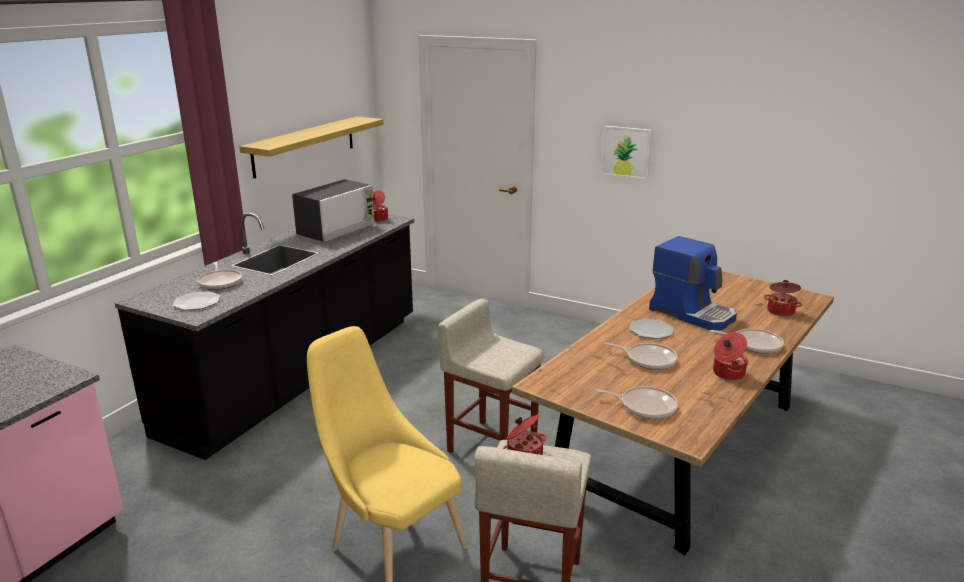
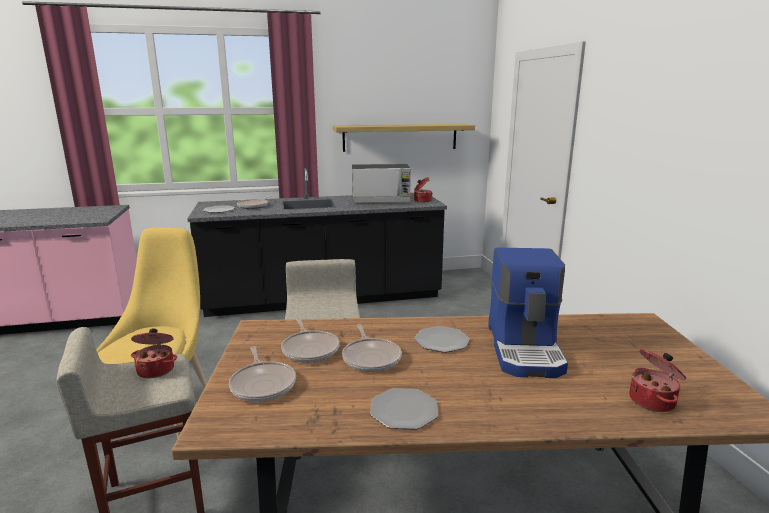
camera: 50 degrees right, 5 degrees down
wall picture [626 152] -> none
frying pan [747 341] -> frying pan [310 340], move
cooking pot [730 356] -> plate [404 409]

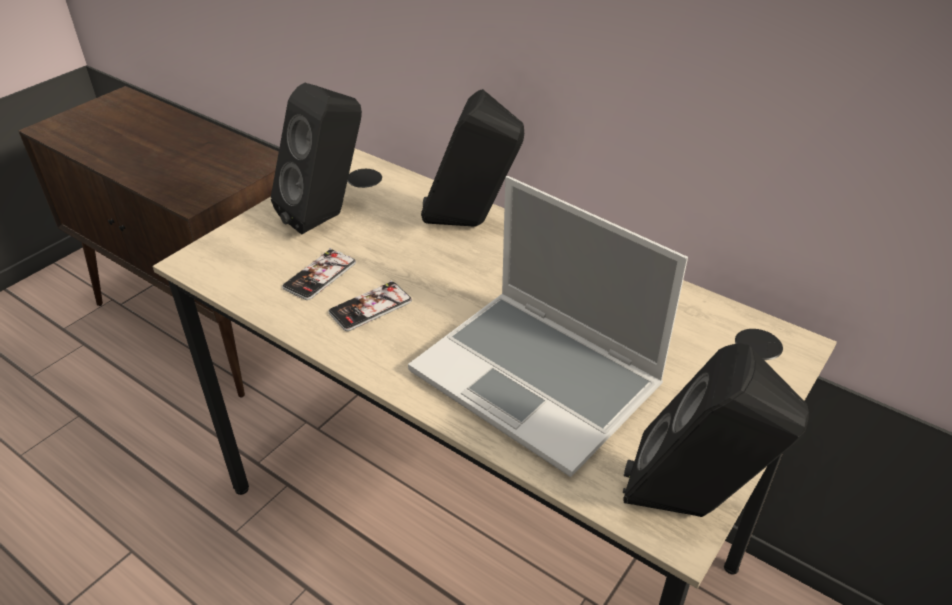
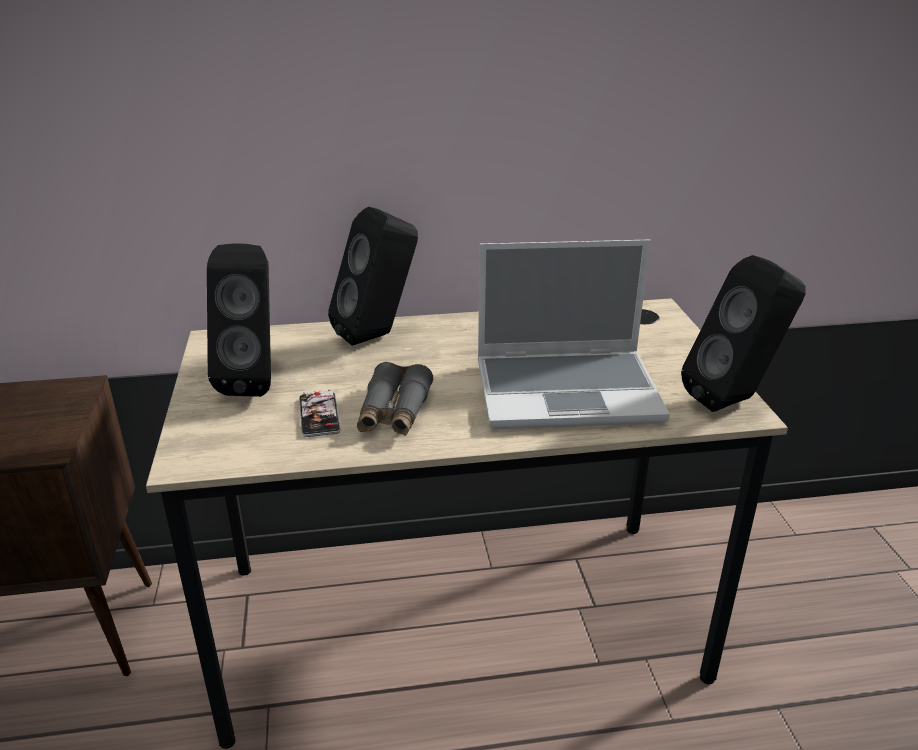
camera: 45 degrees left, 10 degrees down
handset [370 305] -> field glasses (greyish) [395 399]

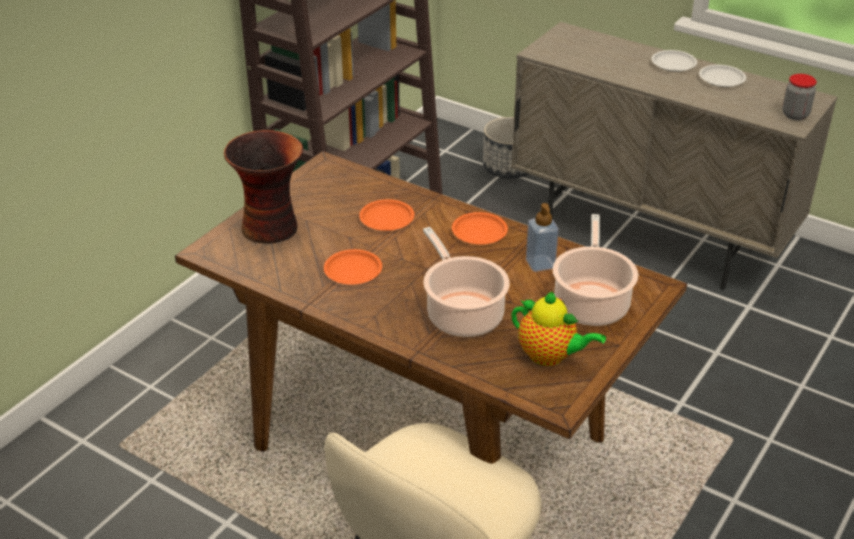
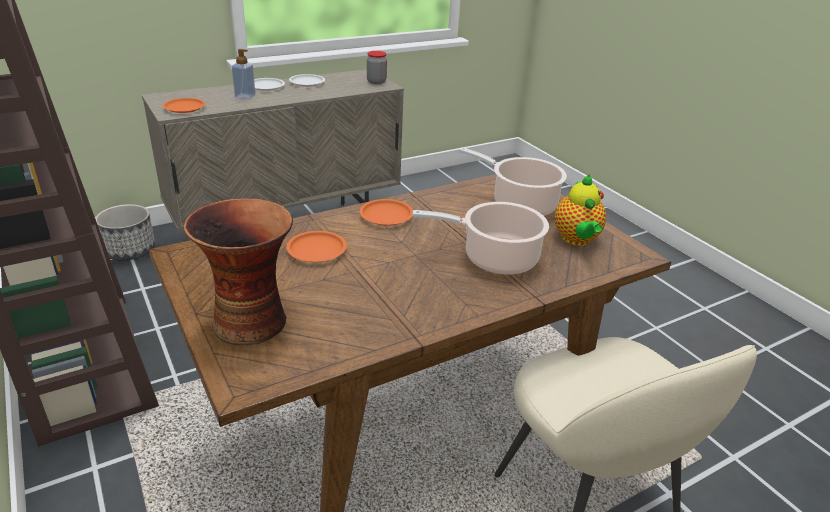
camera: 65 degrees left, 5 degrees down
plate (orangey) [353 267] -> plate (orangey) [184 105], move
soap dispenser [542 237] -> soap dispenser [243 74], move
pot for tea [558 329] -> pot for tea [580 210], 120 degrees clockwise

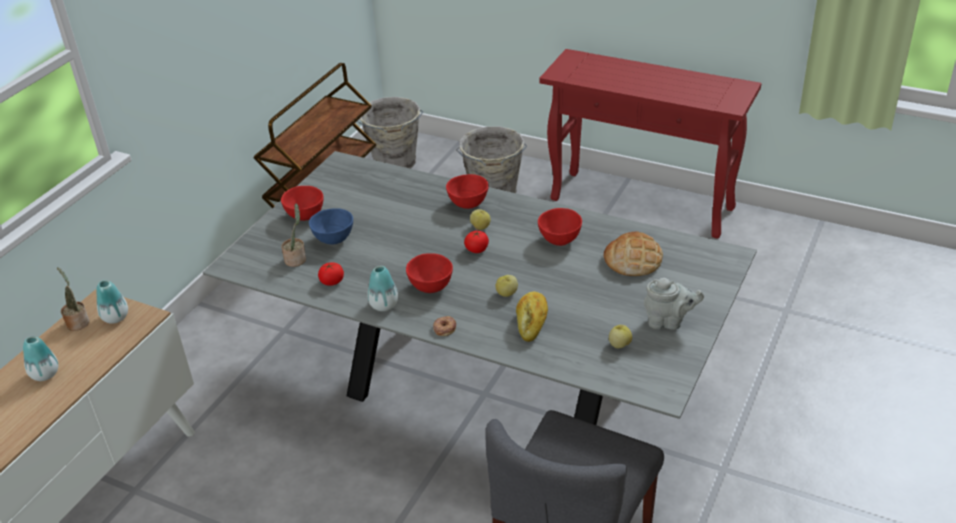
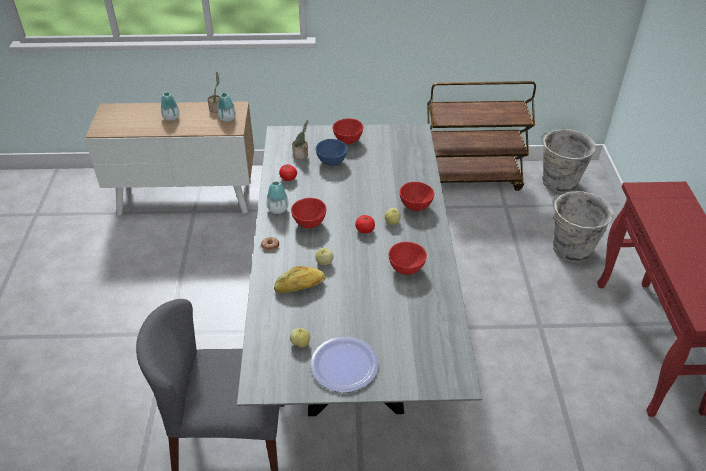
camera: 60 degrees right, 5 degrees up
bread [633 254] -> none
pot for tea (greyish) [674 304] -> plate [344 364]

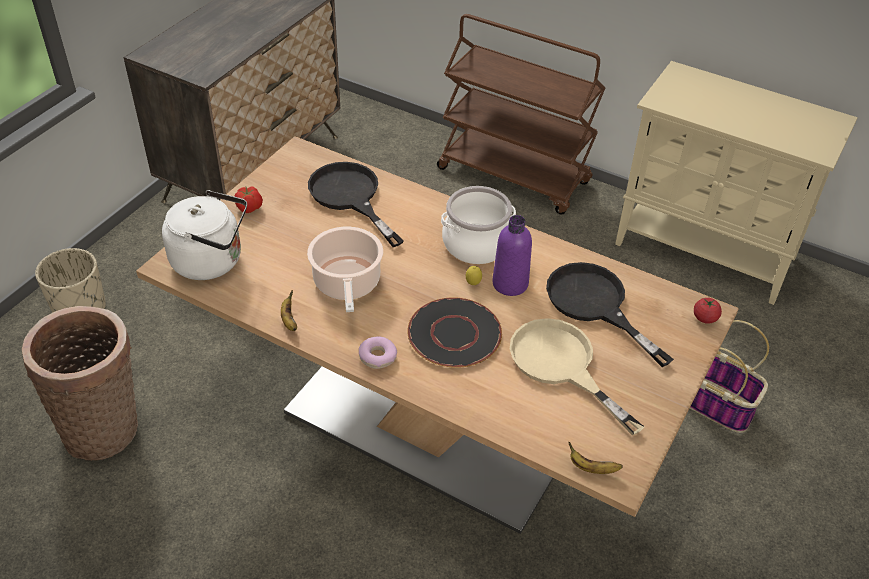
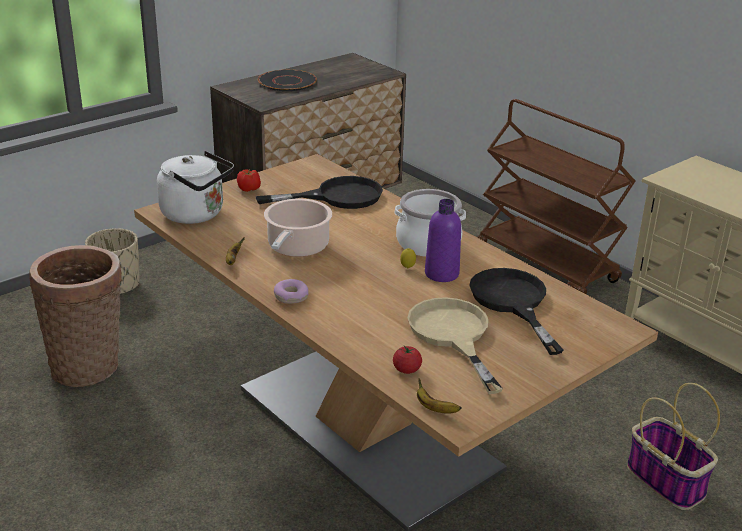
camera: 20 degrees right, 15 degrees down
plate (black) [454 332] -> plate (black) [287 80], move
fresh tomato [708 311] -> fresh tomato [407 360], move
frying pan (black) [356 204] -> frying pan (black) [319 192], 90 degrees clockwise

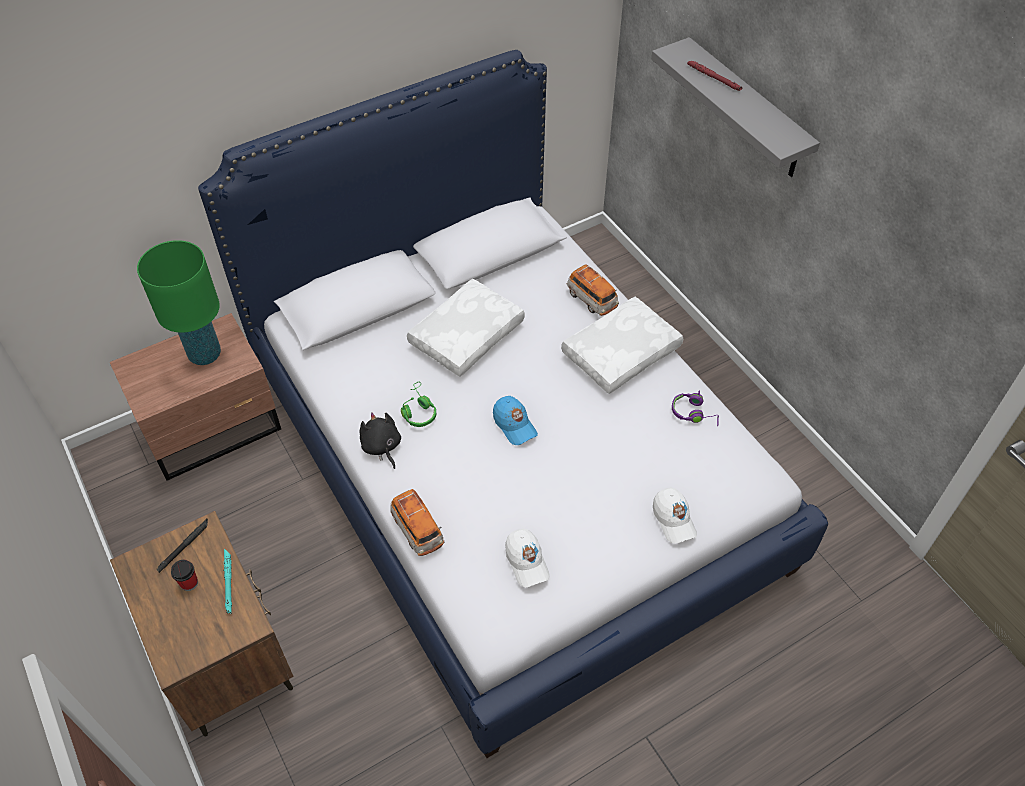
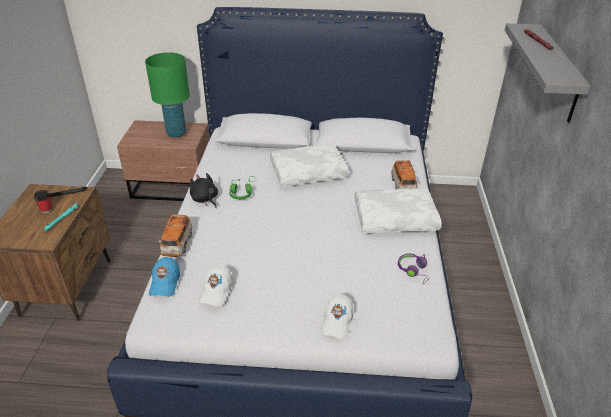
camera: 35 degrees right, 15 degrees down
baseball cap (blue) [515 420] -> baseball cap (blue) [164 277], move
plush toy (black) [380 440] -> plush toy (black) [204 190], 45 degrees counterclockwise

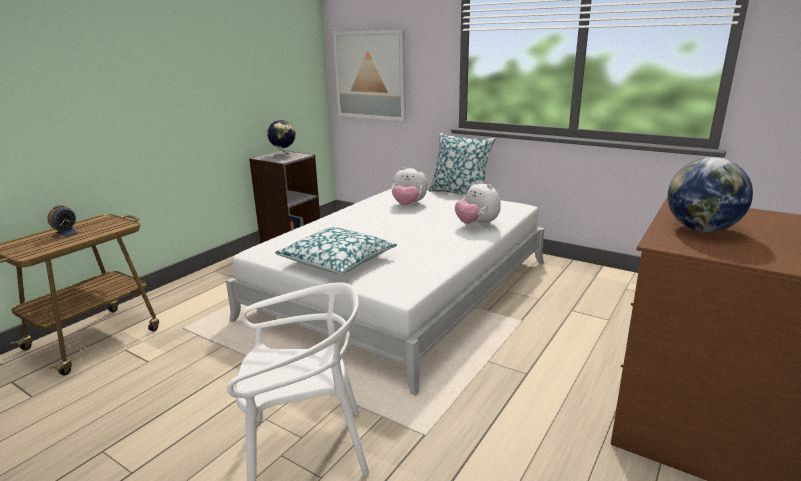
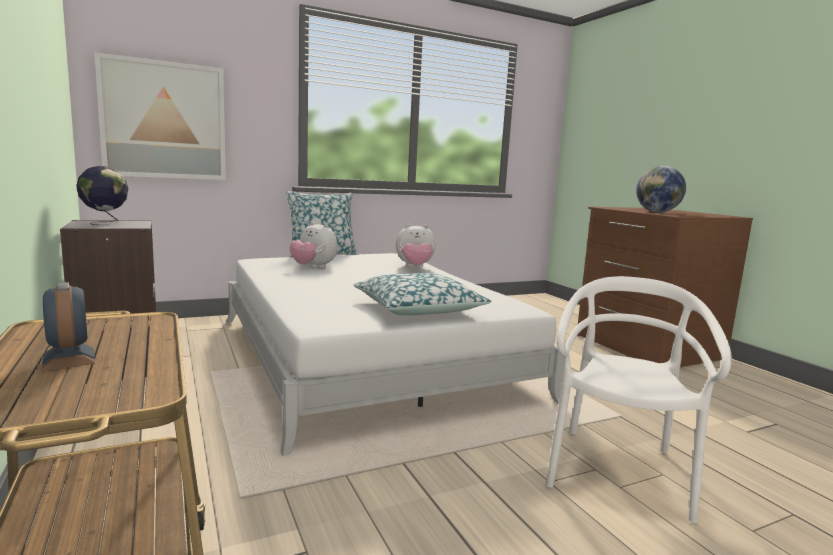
camera: 60 degrees left, 10 degrees down
plush toy [410 186] -> plush toy [314 245], 75 degrees clockwise

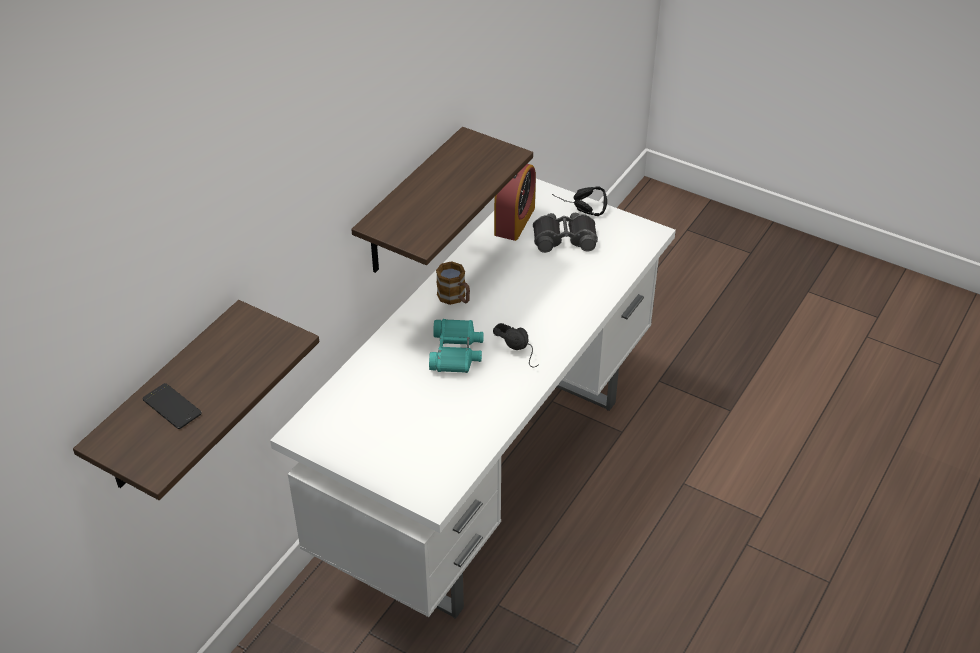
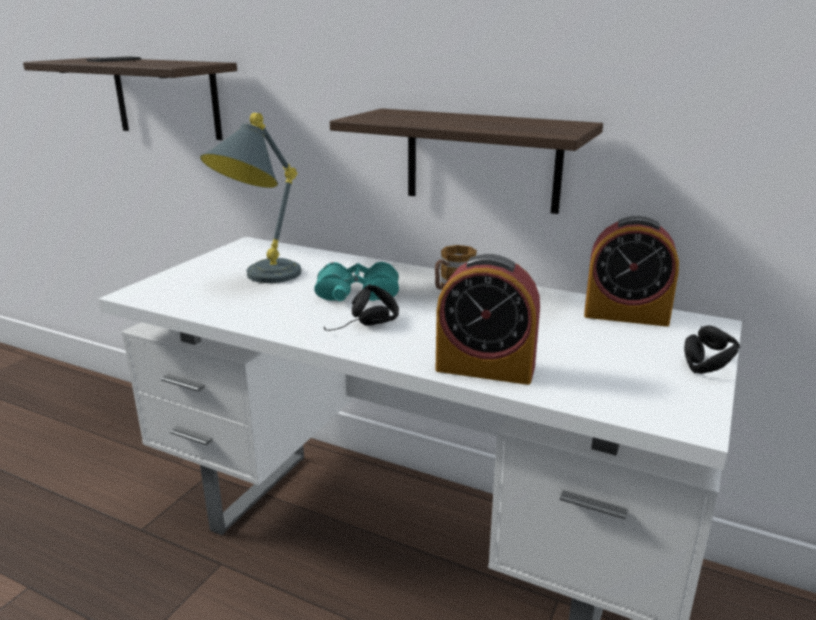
camera: 85 degrees right, 20 degrees down
field glasses (black) [565 233] -> none
none -> lamp for a table (greyish) [250 198]
none -> alarm clock [487 319]

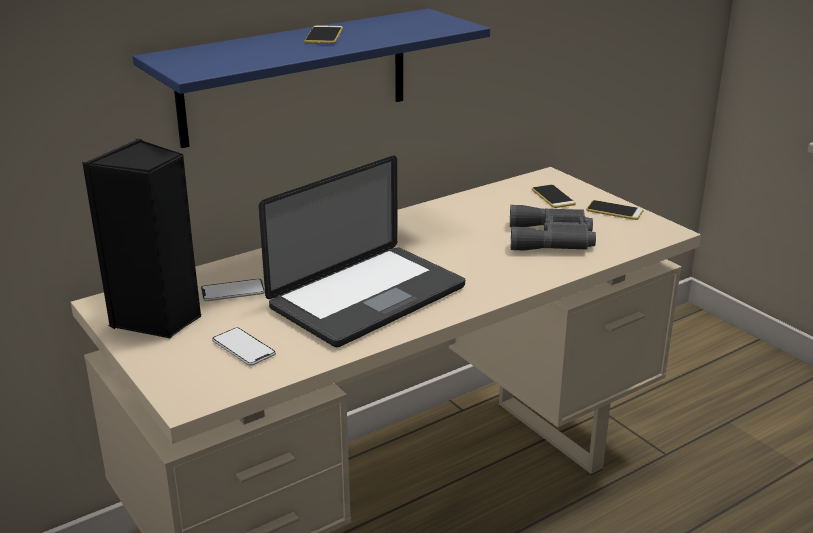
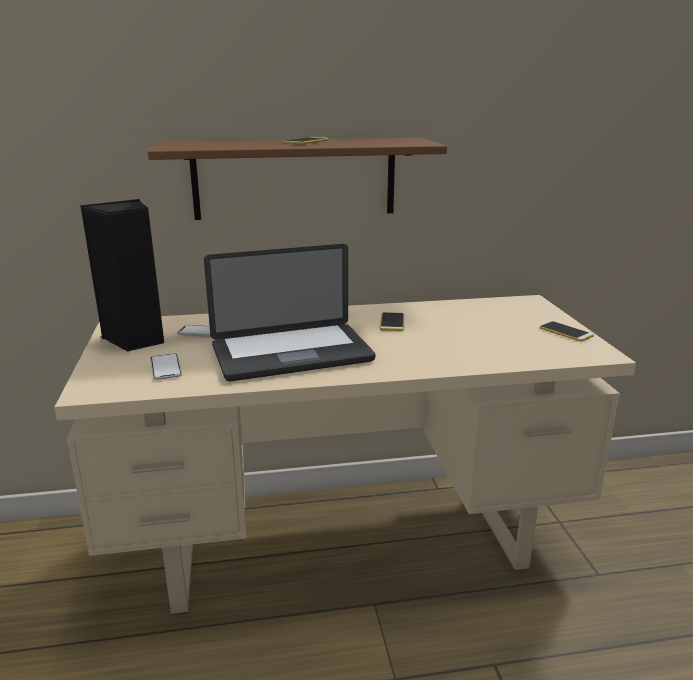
camera: 25 degrees right, 5 degrees down
field glasses (greyish) [553 227] -> none
handset [554 196] -> handset [392 321], move
bracket shelf (blue) [311 78] -> bracket shelf (brown) [297 179]

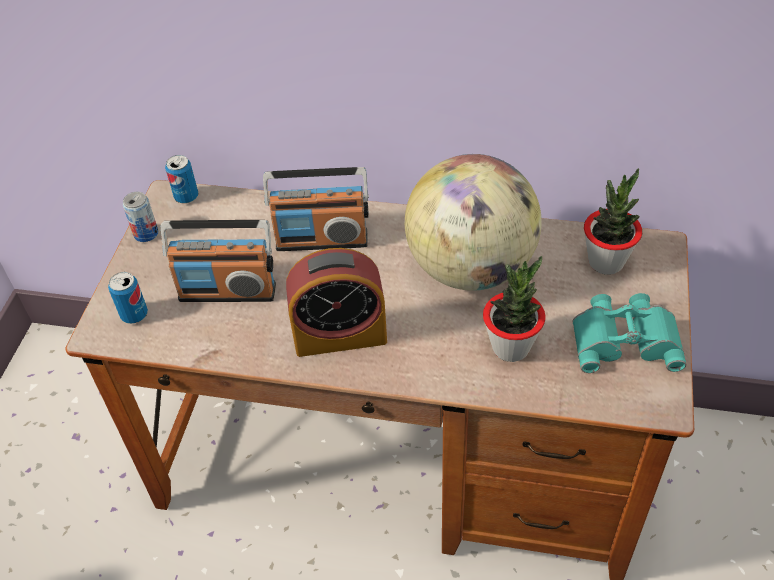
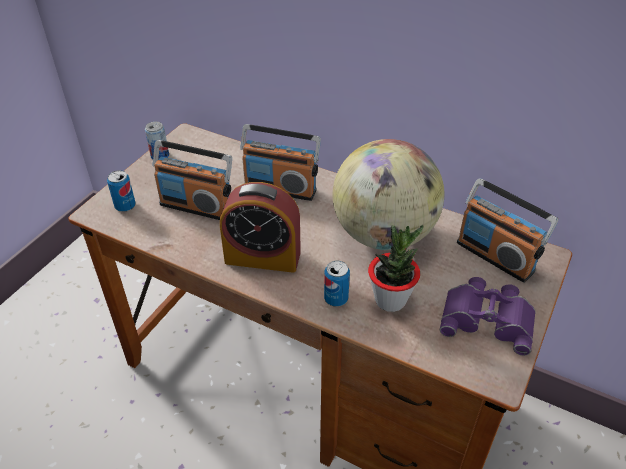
camera: 15 degrees right, 5 degrees down
sealed can [181 179] -> sealed can [337 283], move
potted plant [613 221] -> radio receiver [507 231]
field glasses (turquoise) [629 333] -> field glasses (purple) [488 316]

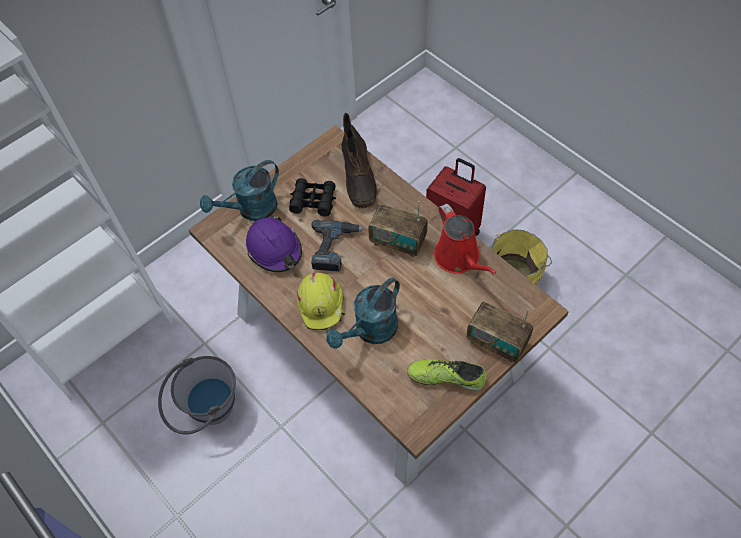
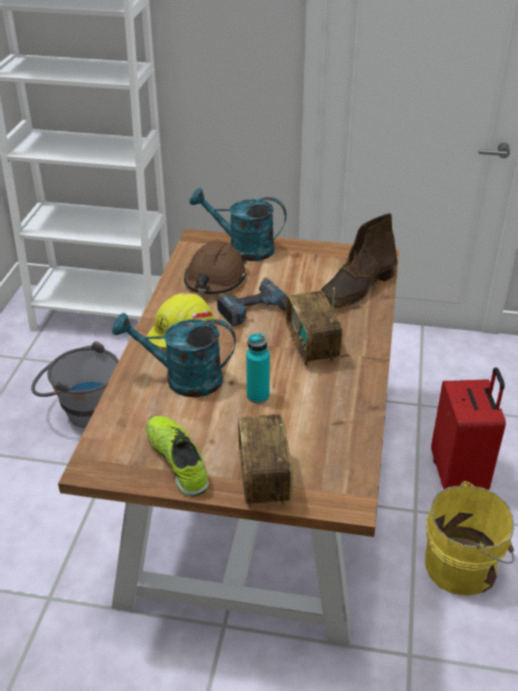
camera: 50 degrees right, 20 degrees down
field glasses (black) [312 197] -> none
watering pot (red) [465 239] -> none
none -> drink bottle (turquoise) [258 368]
work helmet (purple) [274 243] -> work helmet (brown) [215 267]

